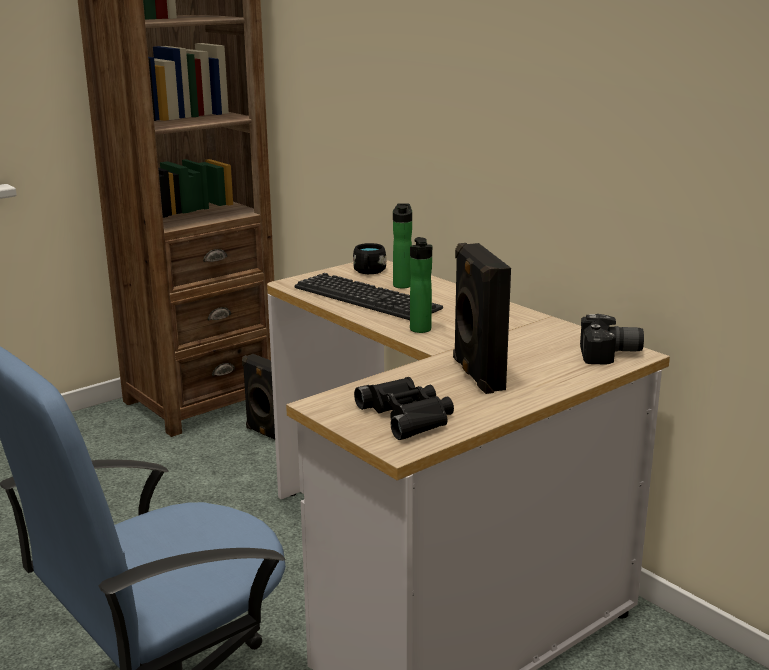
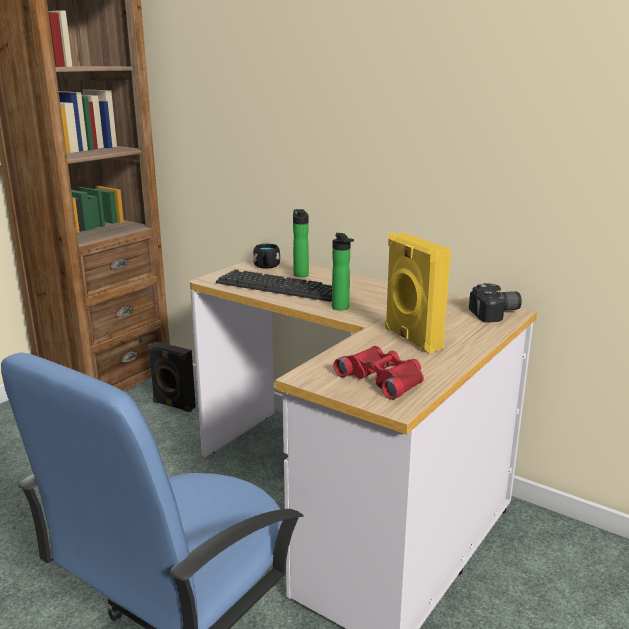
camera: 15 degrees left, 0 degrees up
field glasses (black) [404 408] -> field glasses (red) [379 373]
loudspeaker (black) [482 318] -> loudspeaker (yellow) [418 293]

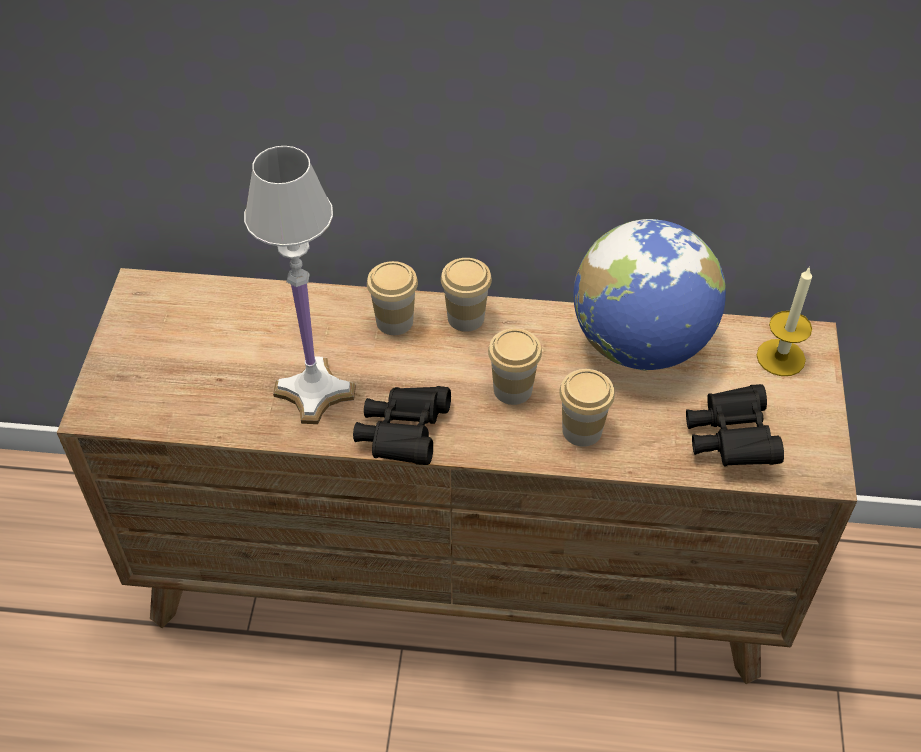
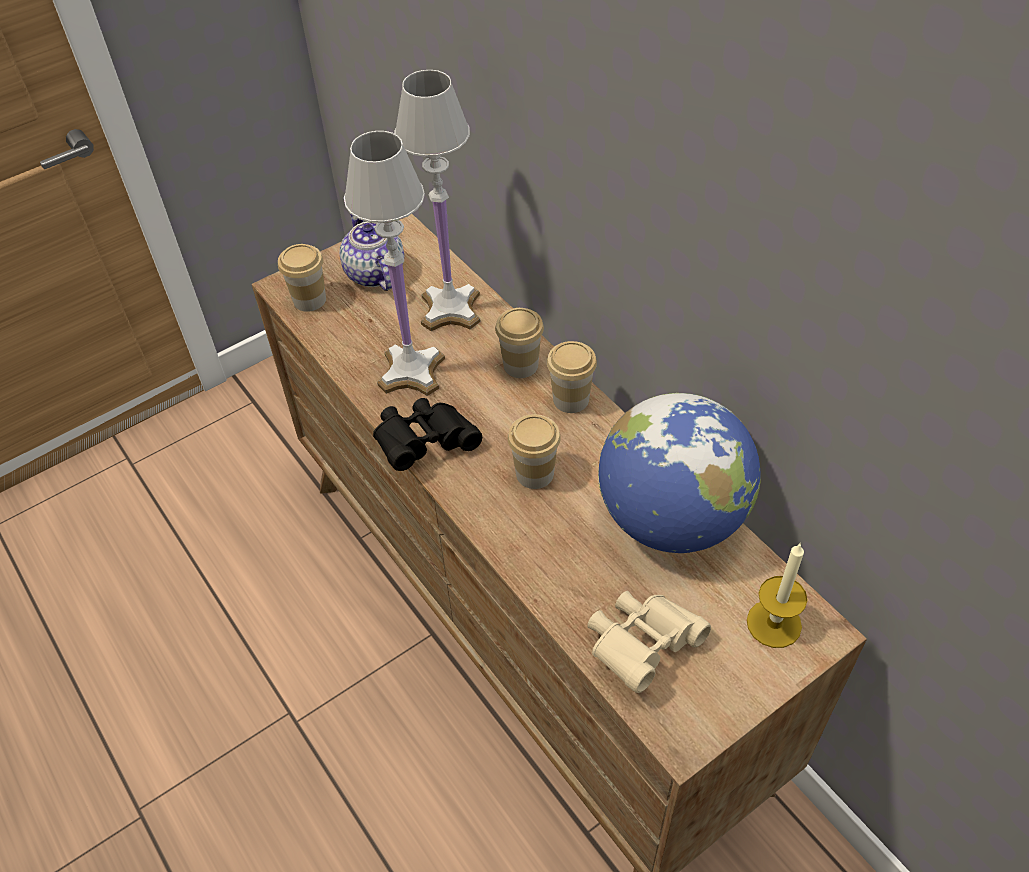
camera: 50 degrees right, 0 degrees up
none -> pot for tea [371 252]
none -> lamp for a table (white-coloured) [437 200]
drinking cup [587 408] -> drinking cup [302 278], move
field glasses (black) [735 425] -> field glasses (beige-coloured) [649 642]

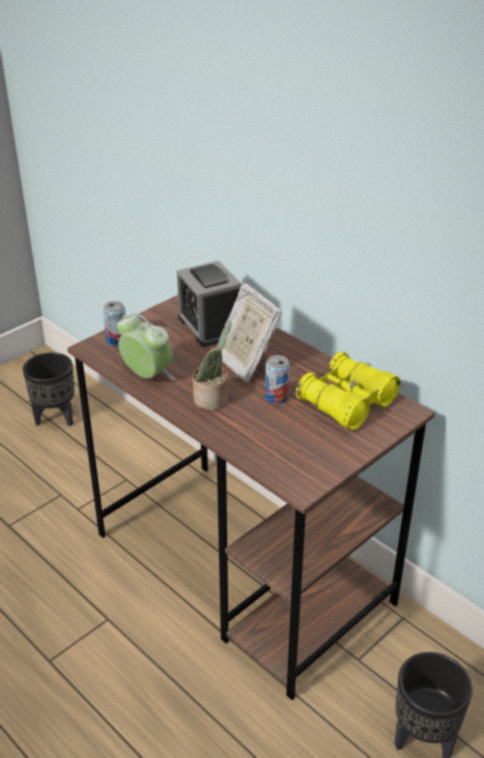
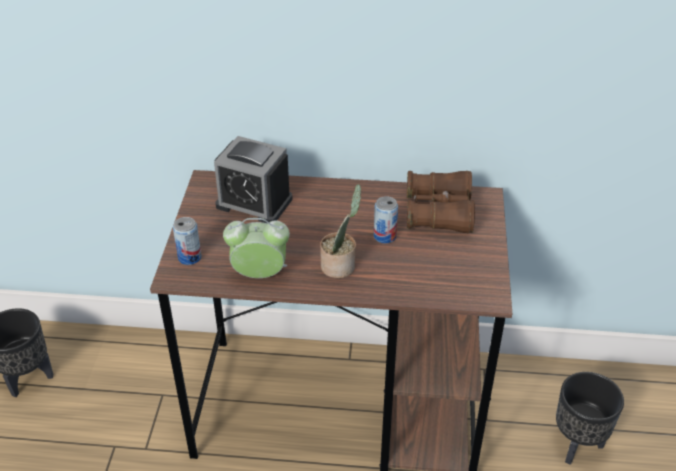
camera: 40 degrees left, 5 degrees up
standing frame [250 332] -> none
field glasses (yellow) [348 391] -> field glasses (brown) [441 202]

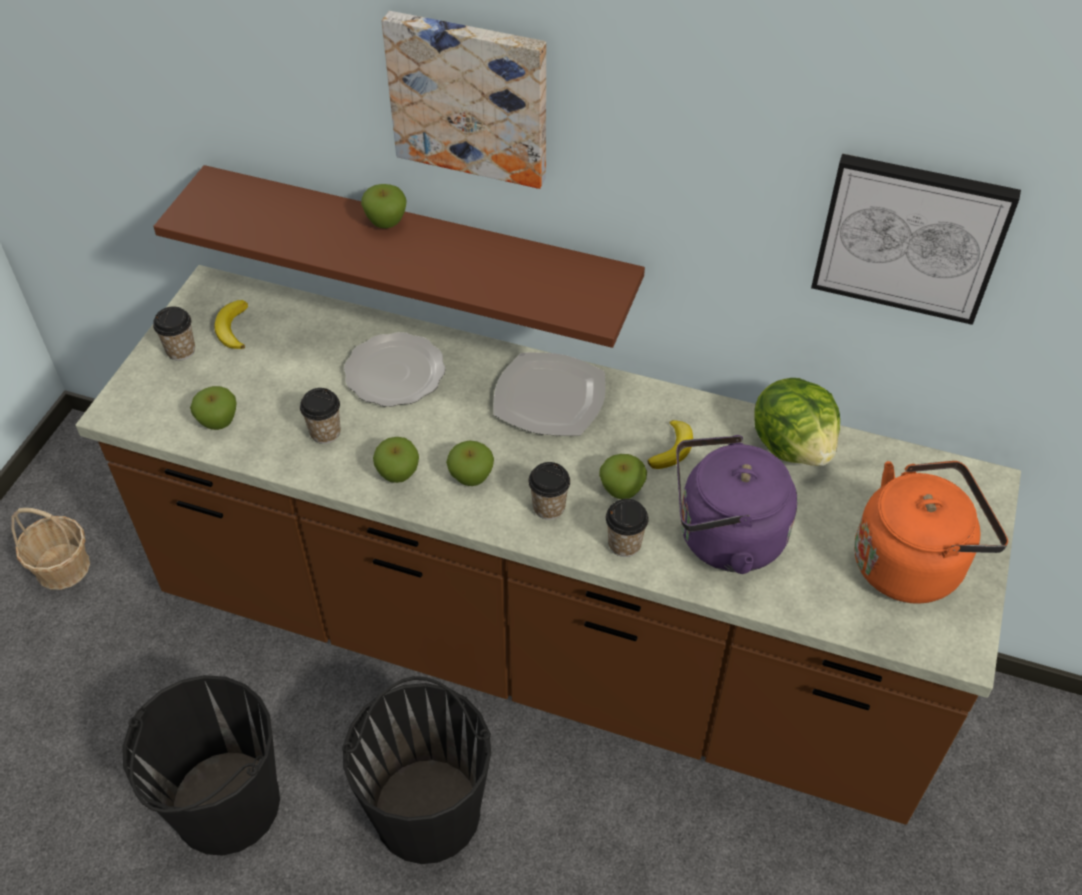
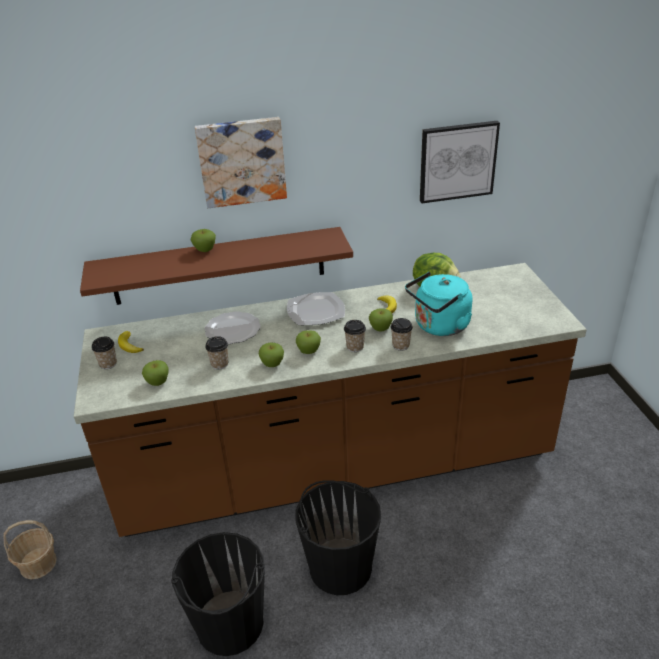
camera: 30 degrees left, 15 degrees down
water kettle (orangey) [931 532] -> none
water kettle (purple) [737 504] -> water kettle (turquoise) [438 304]

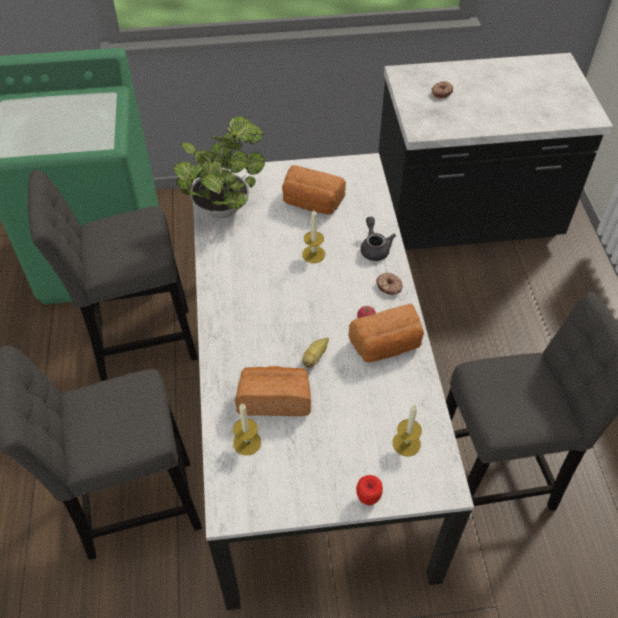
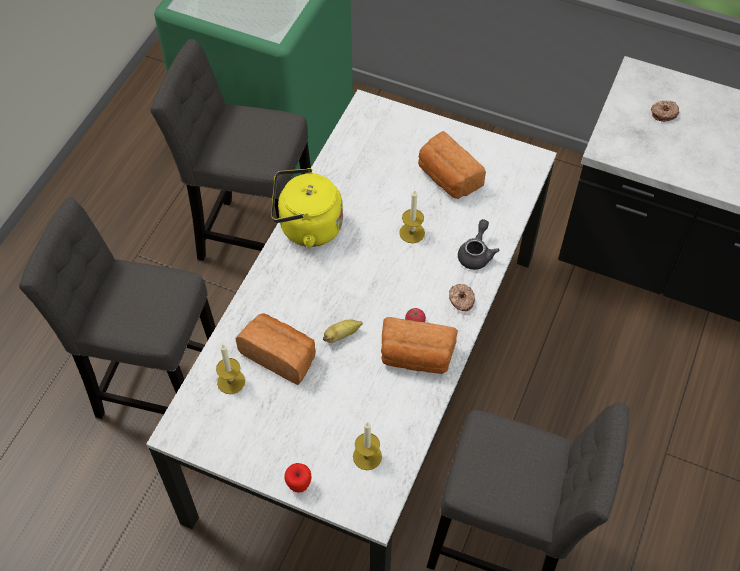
camera: 30 degrees right, 5 degrees up
potted plant [219 167] -> none
none -> water kettle (yellow) [307 207]

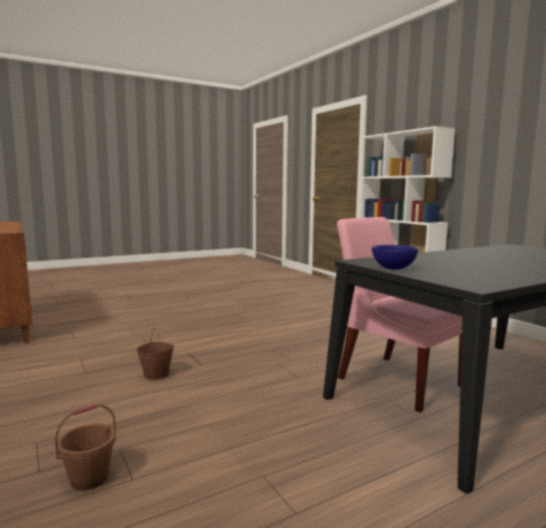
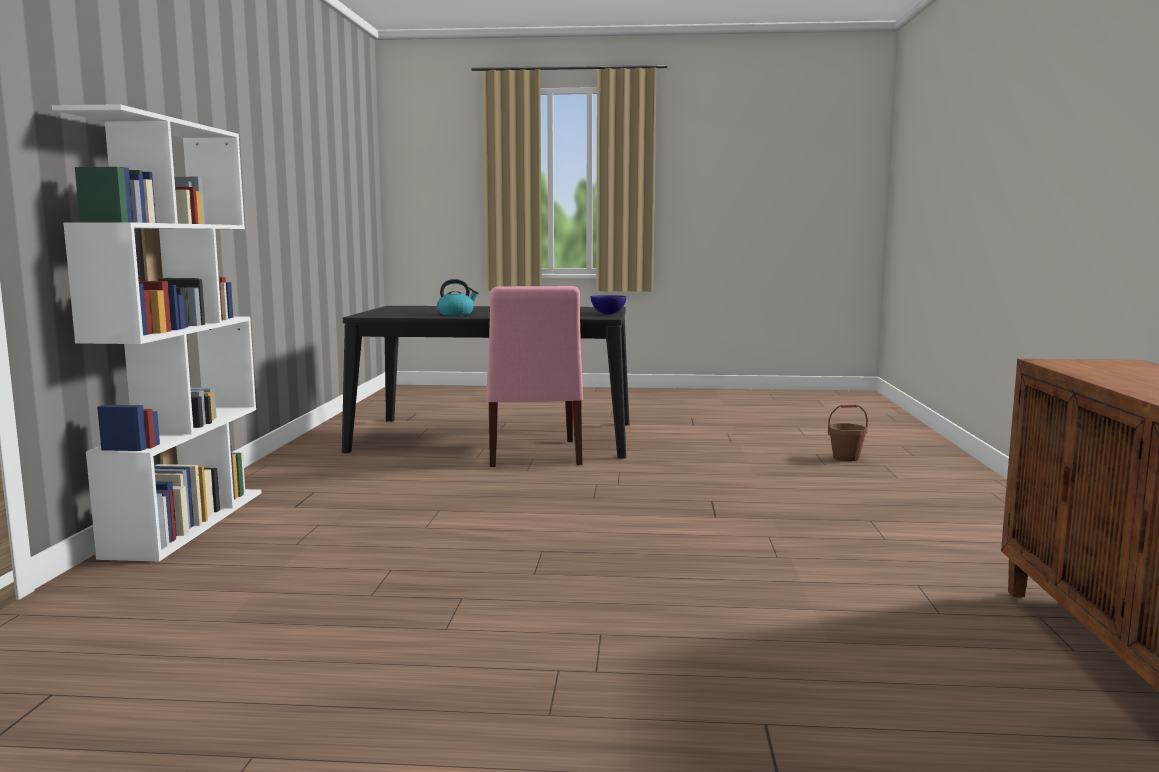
camera: 145 degrees left, 0 degrees up
bucket (brown) [155 354] -> none
none -> water kettle [458 297]

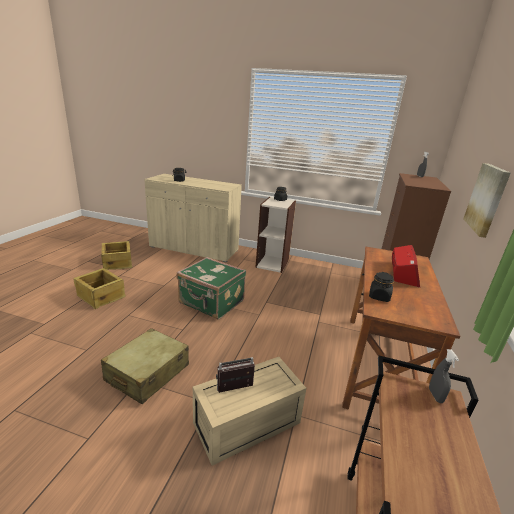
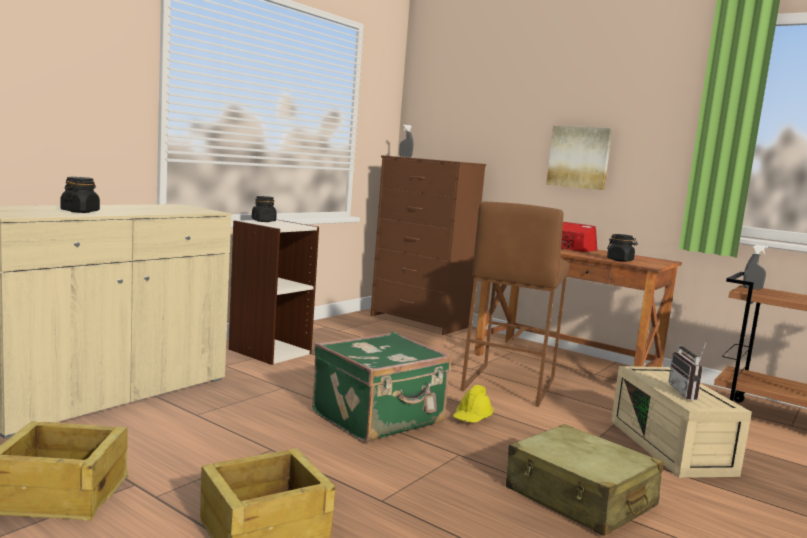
camera: 70 degrees left, 15 degrees down
none -> work helmet (yellow) [473 404]
none -> stool seat (brown) [515 304]

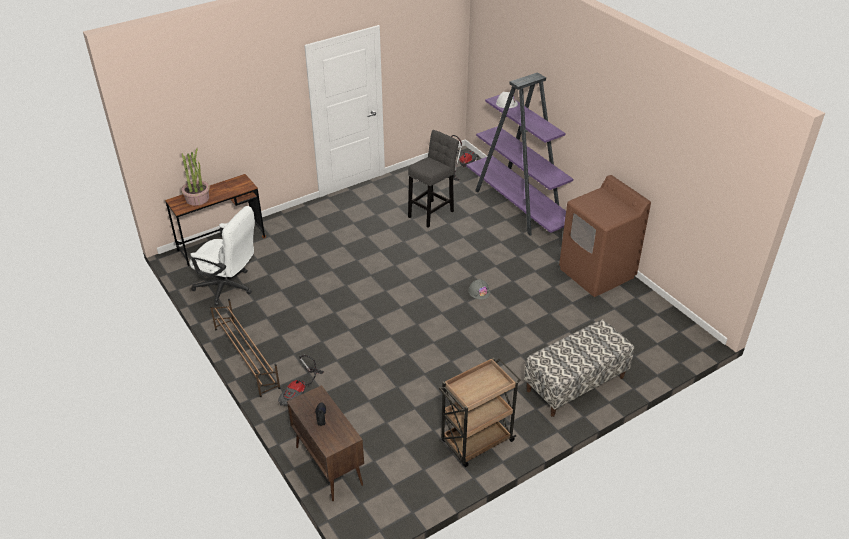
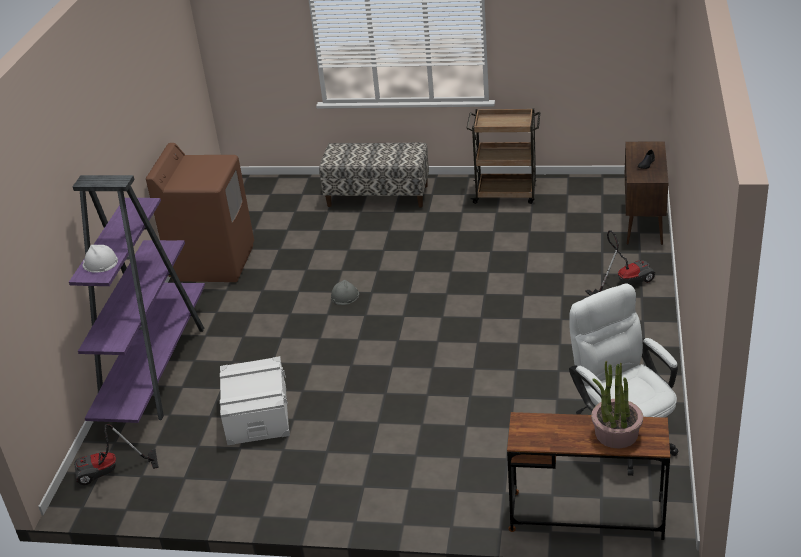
camera: 135 degrees left, 5 degrees down
shoe rack (brown) [245 348] -> none
stool seat (greyish) [433 179] -> storage box (white-coloured) [255 400]

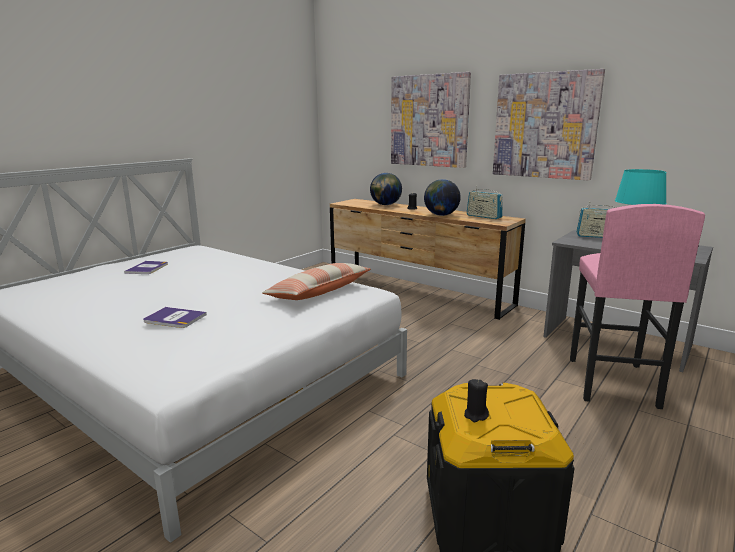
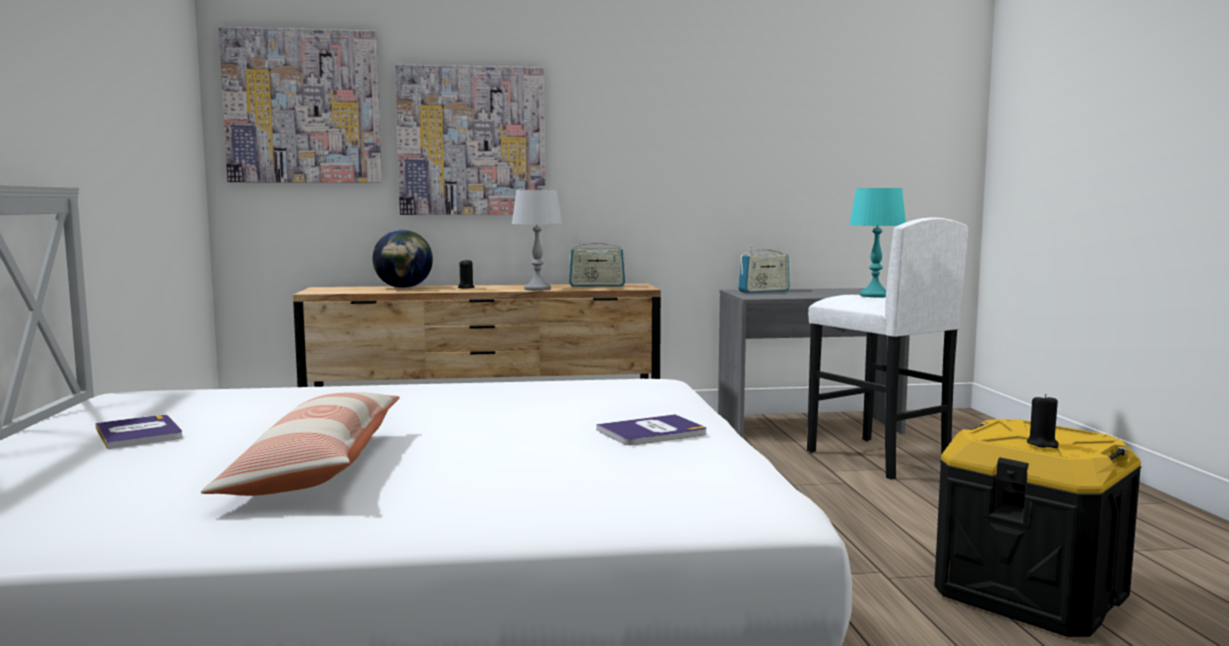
camera: 45 degrees left, 10 degrees down
book [175 317] -> book [651 429], move
throw pillow [316 281] -> throw pillow [300 444], move
wall picture [549 125] -> wall picture [300 105], move
globe [442 197] -> lamp for a table (greyish) [537 240]
stool seat (pinkish) [637 306] -> stool seat (white-coloured) [887 348]

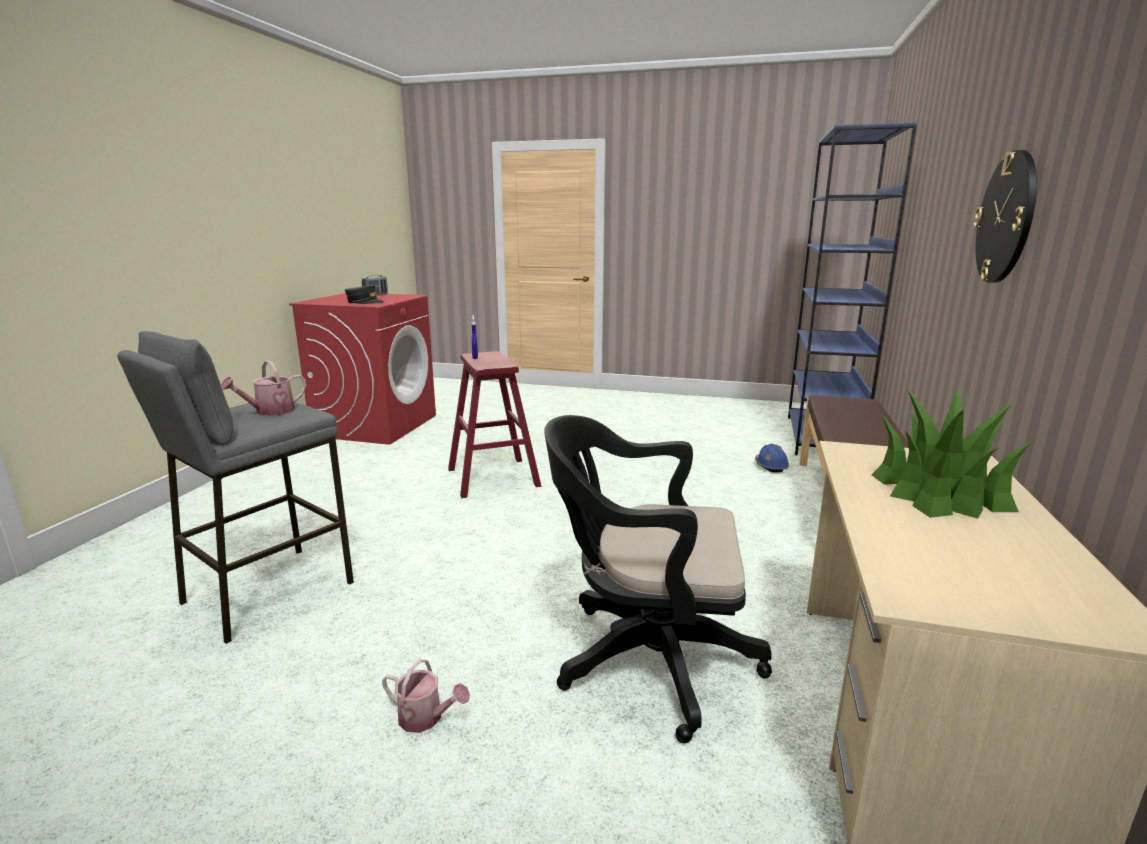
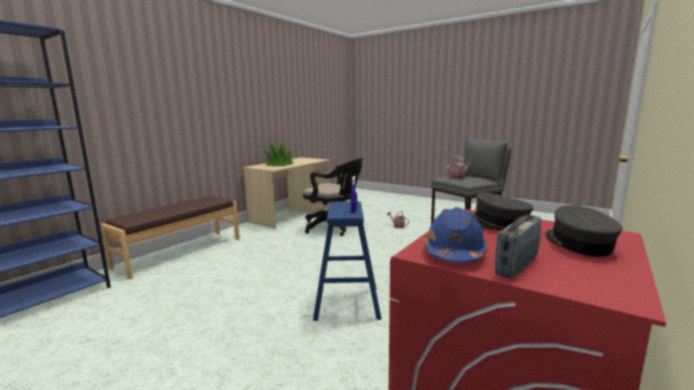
camera: 160 degrees left, 5 degrees down
hanging clock [1005 216] -> none
none -> baseball cap (greyish) [583 231]
work helmet (blue) [772 458] -> work helmet (blue) [456 235], move
stool seat (red) [494 424] -> stool seat (blue) [347 261]

